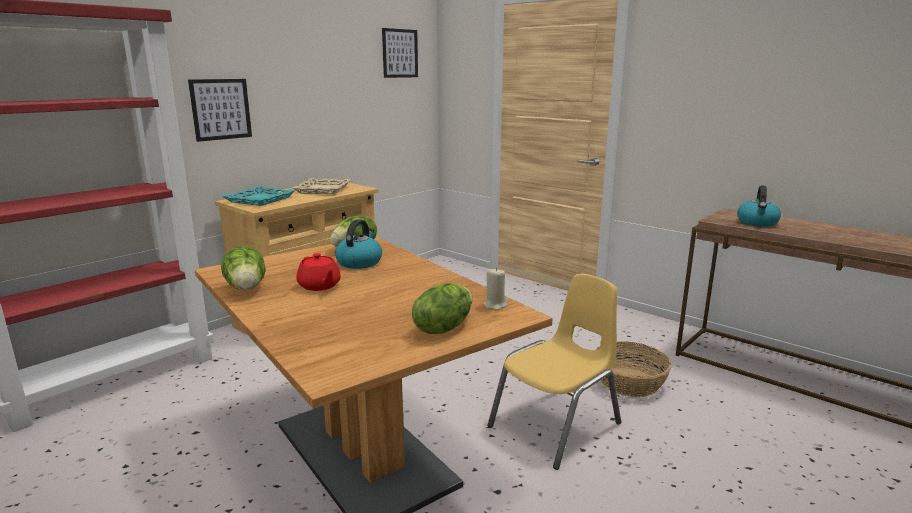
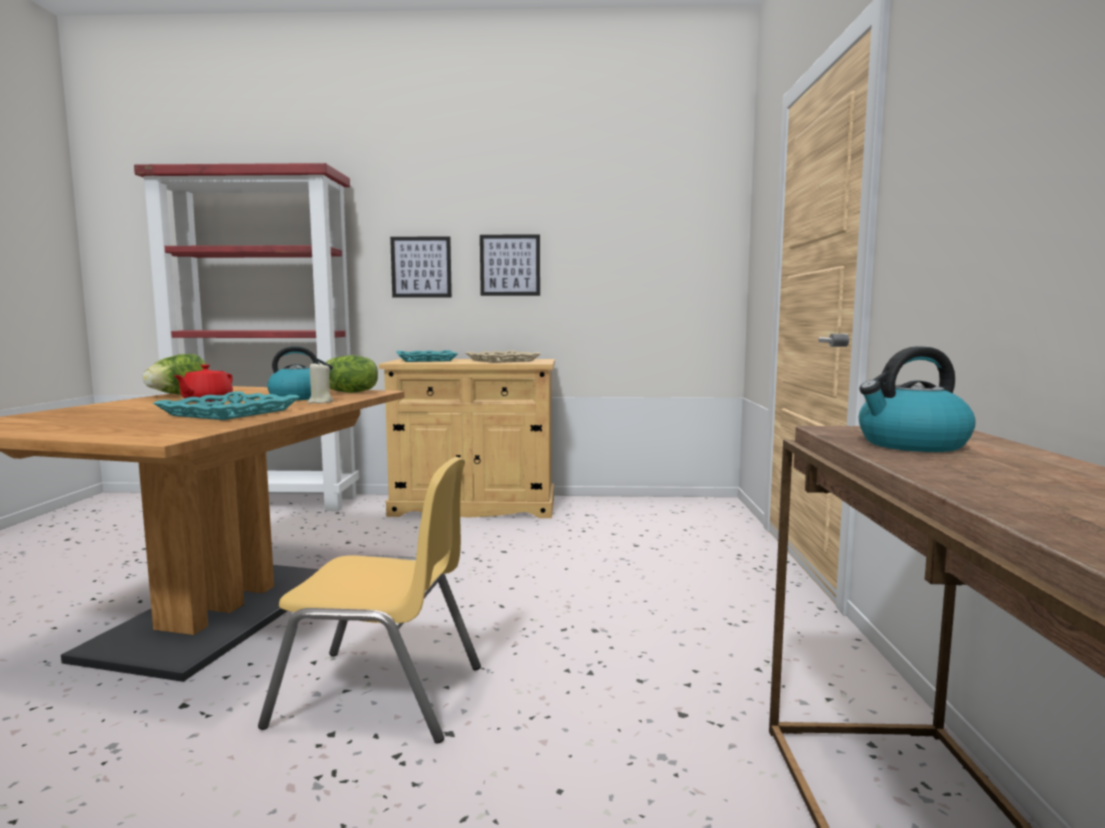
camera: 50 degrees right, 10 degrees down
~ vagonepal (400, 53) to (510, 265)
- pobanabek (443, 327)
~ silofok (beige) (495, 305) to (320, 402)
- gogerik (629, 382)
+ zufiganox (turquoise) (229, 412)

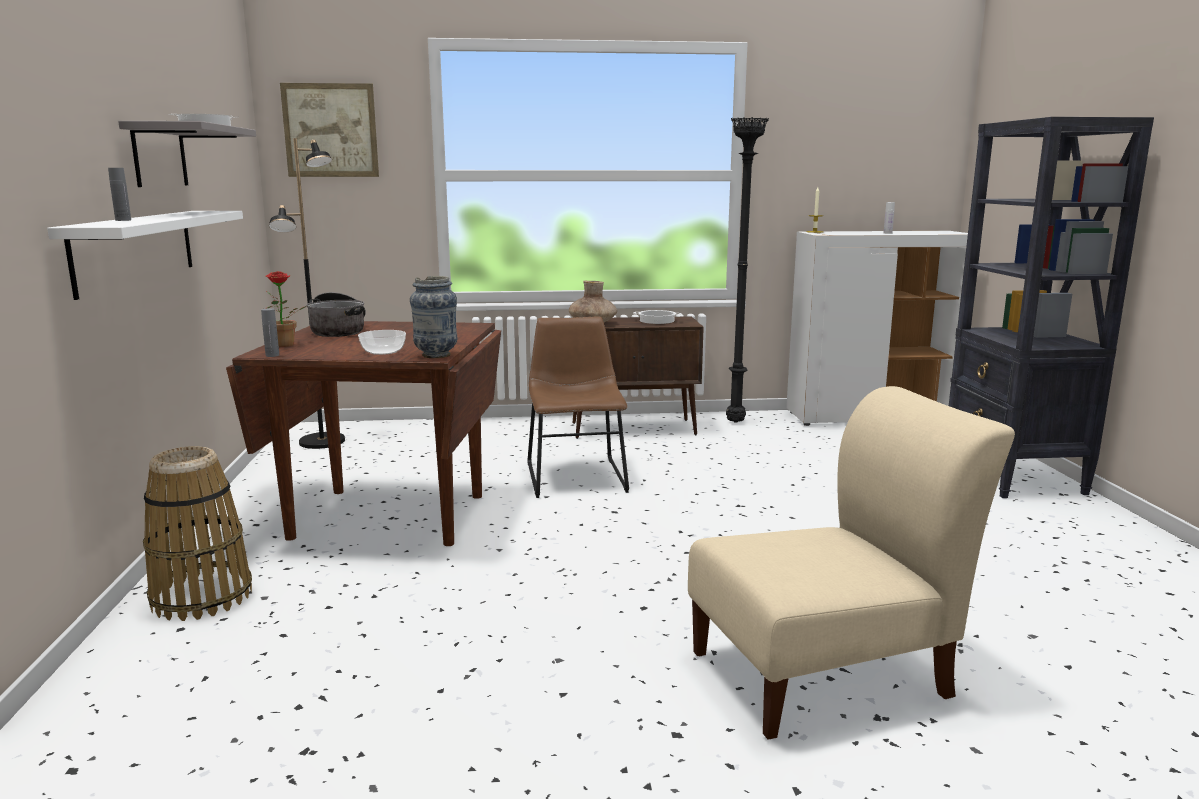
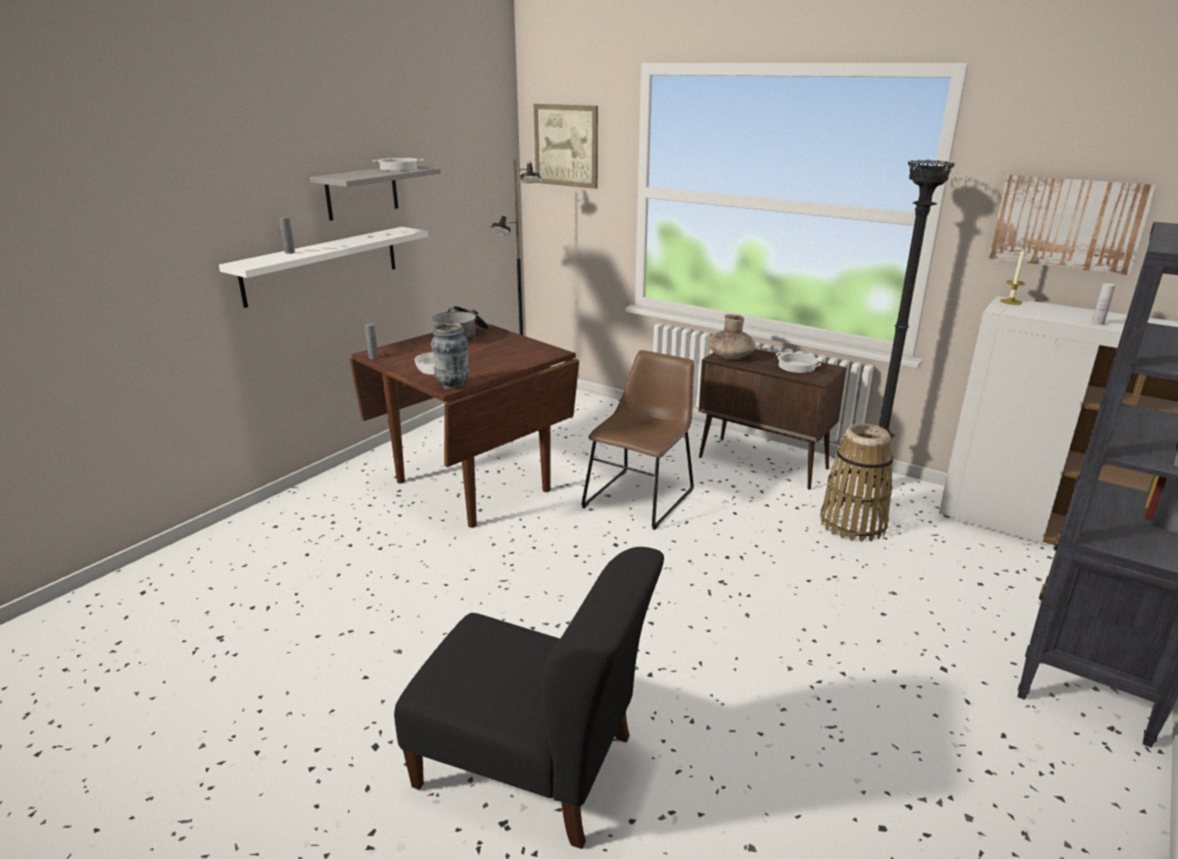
camera: 40 degrees right, 10 degrees up
~ gogerik (202, 597) to (853, 524)
- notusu (285, 345)
~ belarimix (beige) (828, 672) to belarimix (black) (533, 766)
+ vagonepal (1068, 223)

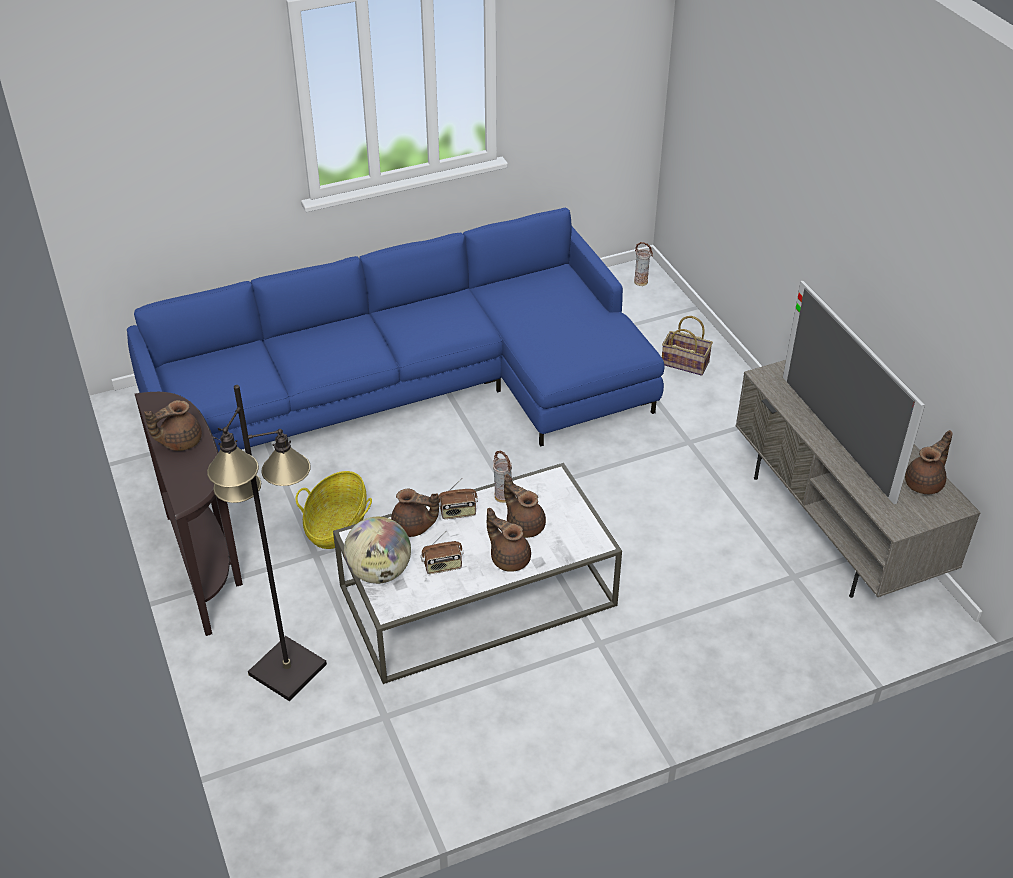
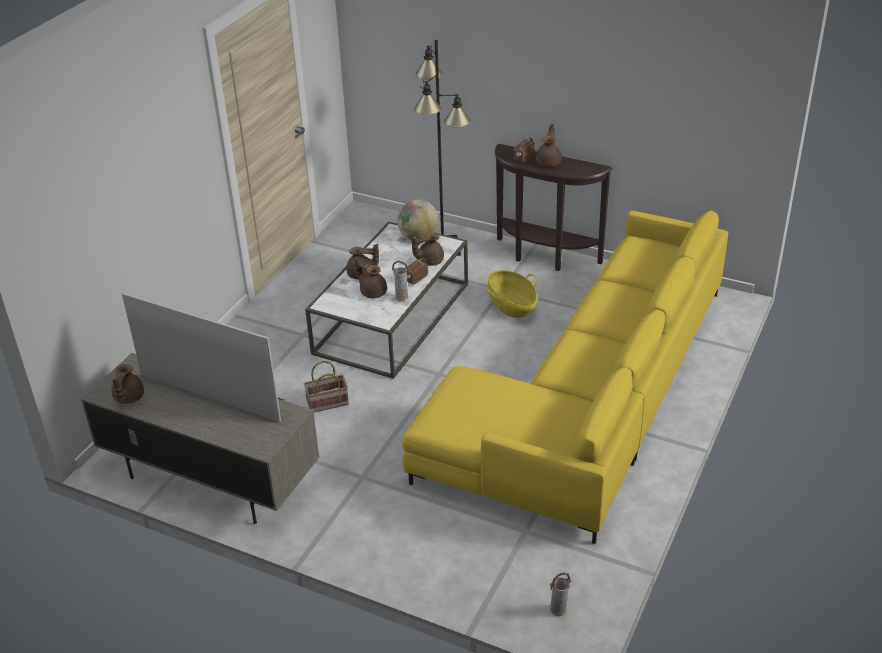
camera: 140 degrees right, 5 degrees down
~ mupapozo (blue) (417, 389) to mupapozo (yellow) (589, 400)
~ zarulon (442, 566) to (523, 157)
~ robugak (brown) (524, 525) = (372, 292) 150 degrees counterclockwise
~ gogerik (686, 363) to (326, 403)

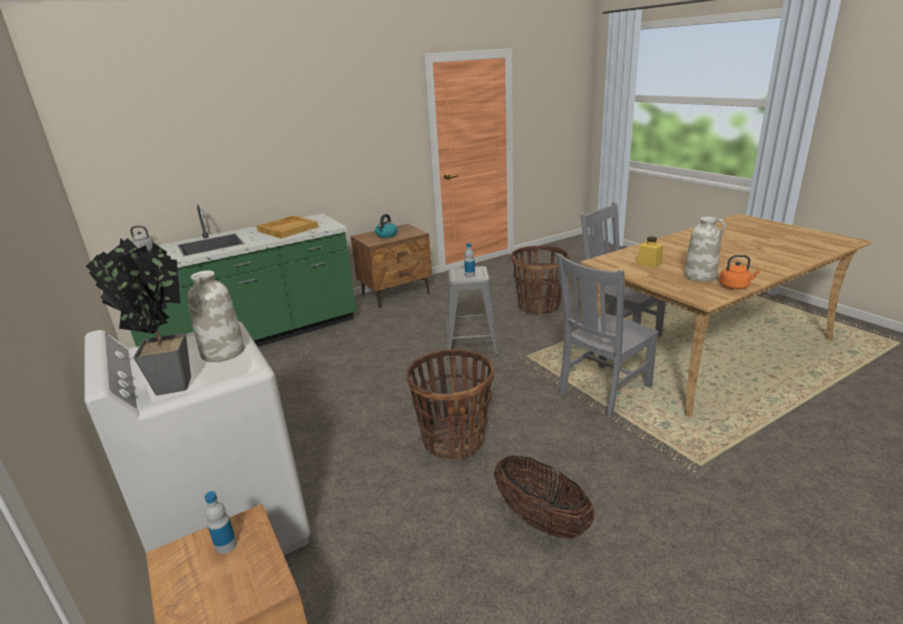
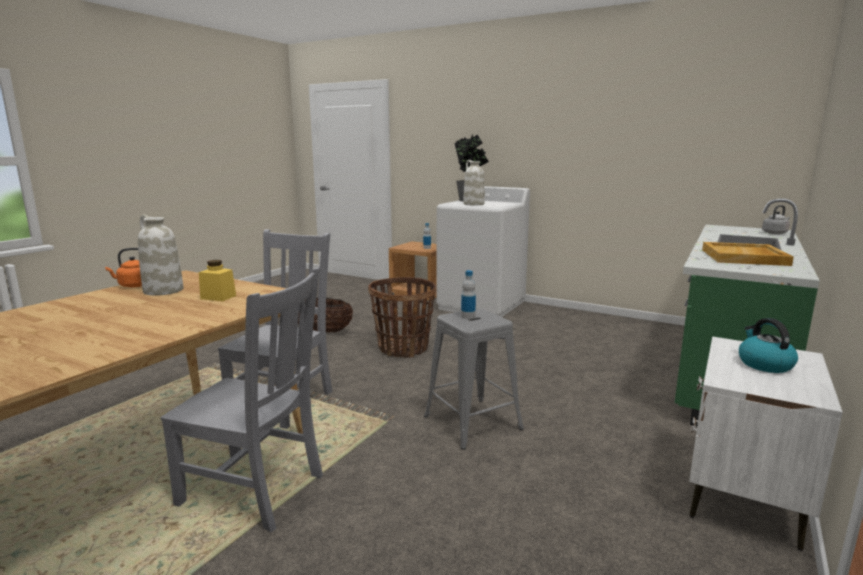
camera: 150 degrees right, 10 degrees down
~ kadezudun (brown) (396, 294) to kadezudun (white) (743, 496)
- gogerik (539, 306)

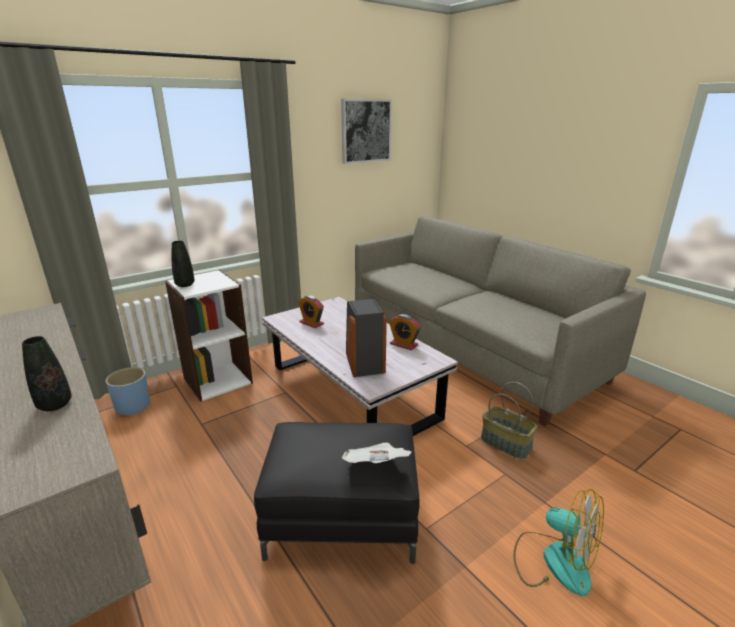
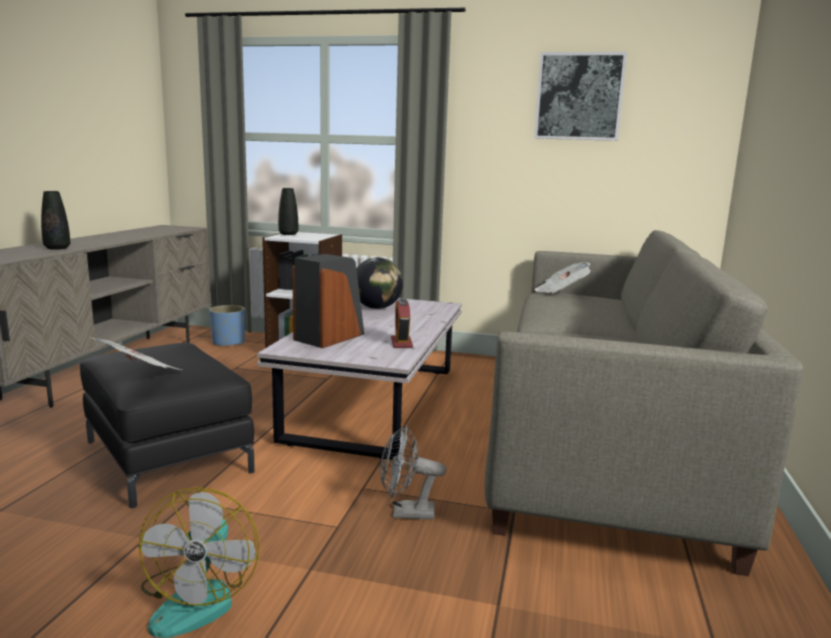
camera: 50 degrees right, 10 degrees down
~ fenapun (311, 323) to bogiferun (377, 308)
~ gogerik (506, 443) to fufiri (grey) (406, 513)
+ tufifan (561, 292)

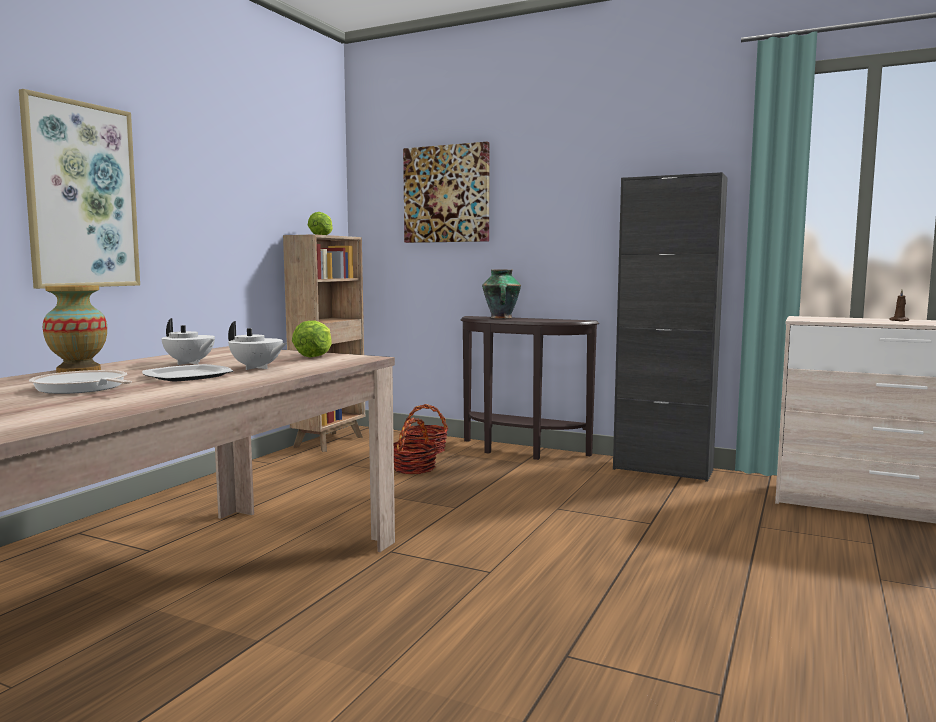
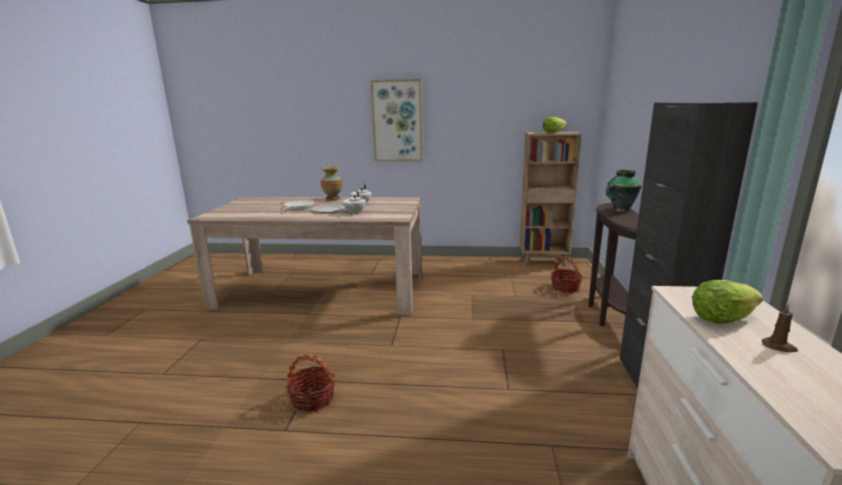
camera: 70 degrees right, 10 degrees up
~ pobanabek (314, 356) to (721, 319)
~ gogerik (414, 468) to (313, 399)
- vagonepal (447, 194)

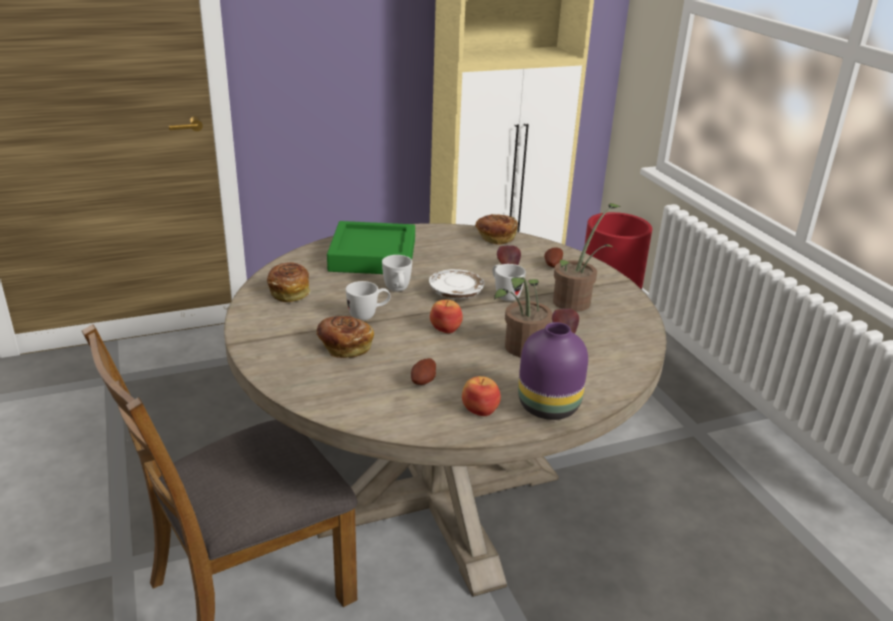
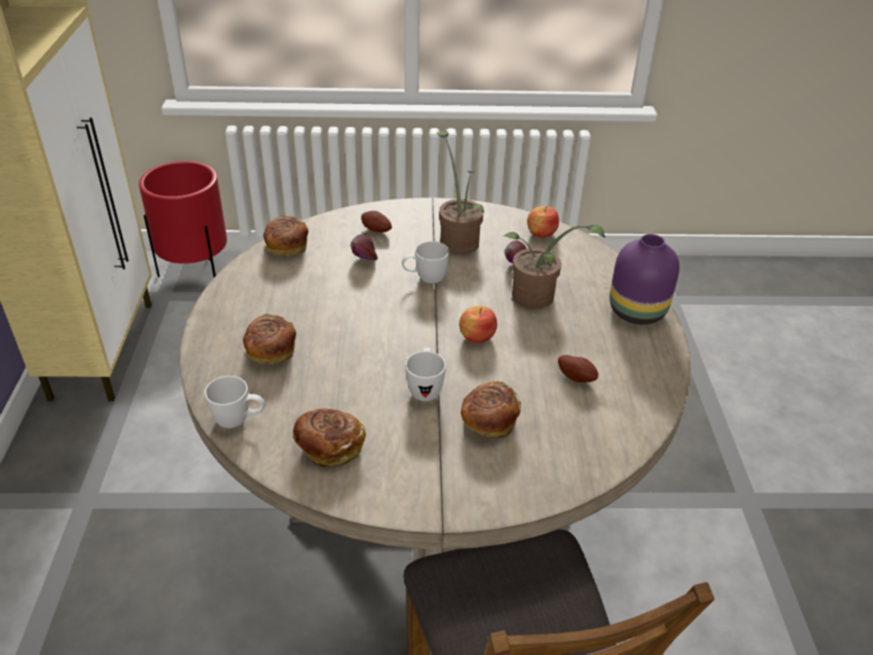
camera: 70 degrees left, 10 degrees up
~ zufiganox (green) (373, 256) to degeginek (270, 352)
~ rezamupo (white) (398, 291) to (239, 421)
- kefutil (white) (456, 293)
~ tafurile (480, 409) to (541, 233)

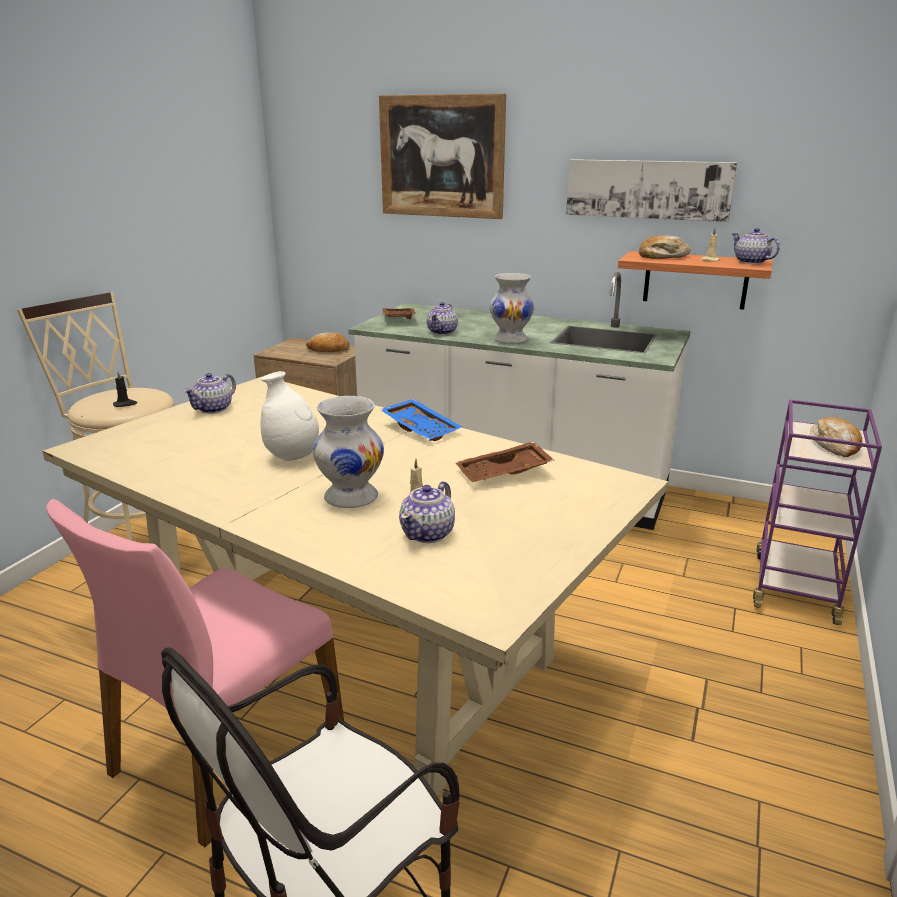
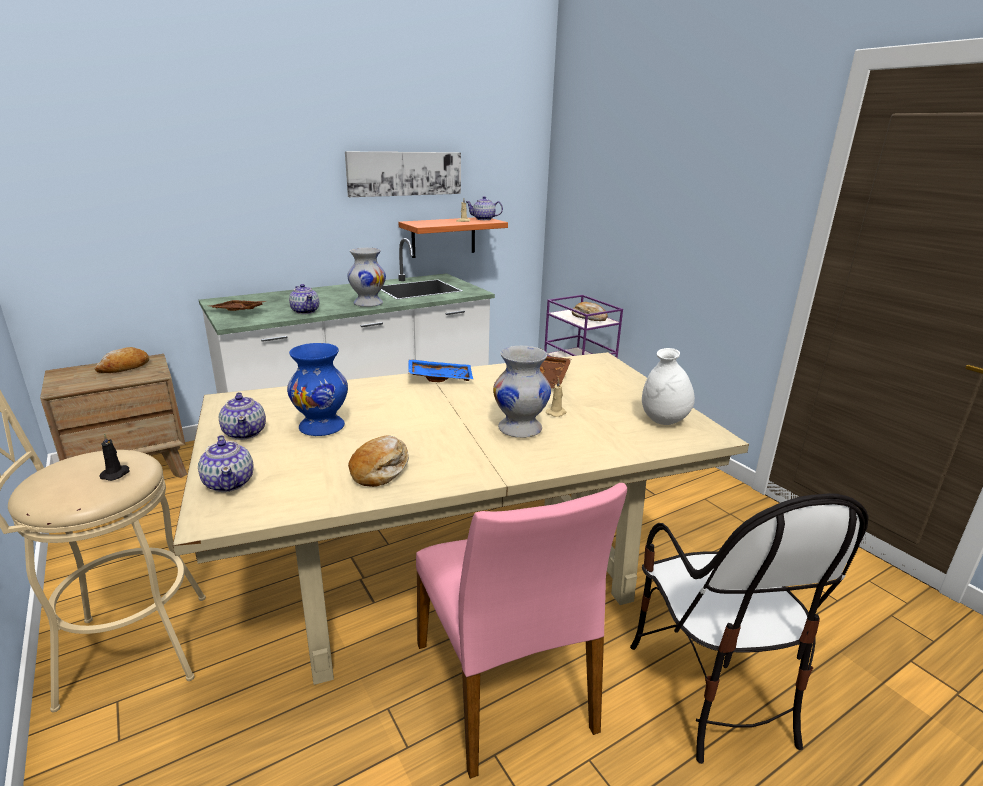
camera: 55 degrees left, 0 degrees up
~ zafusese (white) (292, 457) to (663, 421)
- vagonepal (441, 157)
~ robugak (428, 533) to (229, 482)
~ degeginek (663, 257) to (380, 469)
+ zafusese (blue) (321, 427)

